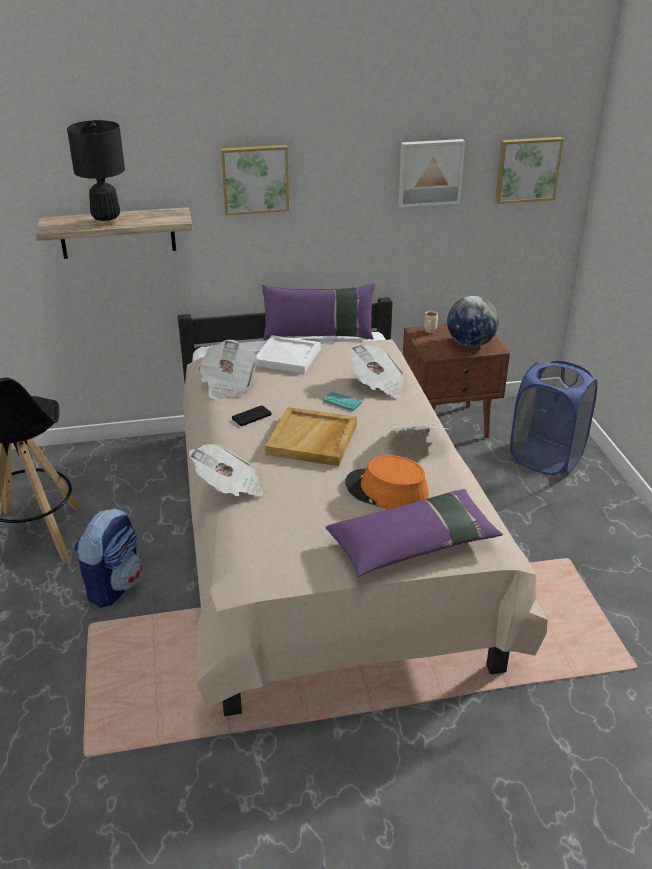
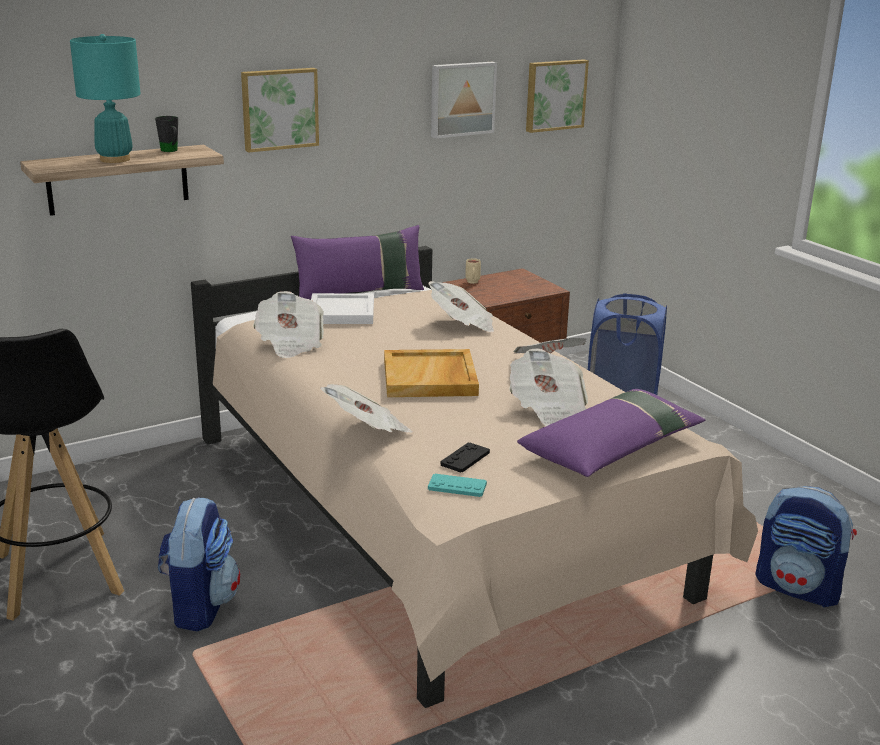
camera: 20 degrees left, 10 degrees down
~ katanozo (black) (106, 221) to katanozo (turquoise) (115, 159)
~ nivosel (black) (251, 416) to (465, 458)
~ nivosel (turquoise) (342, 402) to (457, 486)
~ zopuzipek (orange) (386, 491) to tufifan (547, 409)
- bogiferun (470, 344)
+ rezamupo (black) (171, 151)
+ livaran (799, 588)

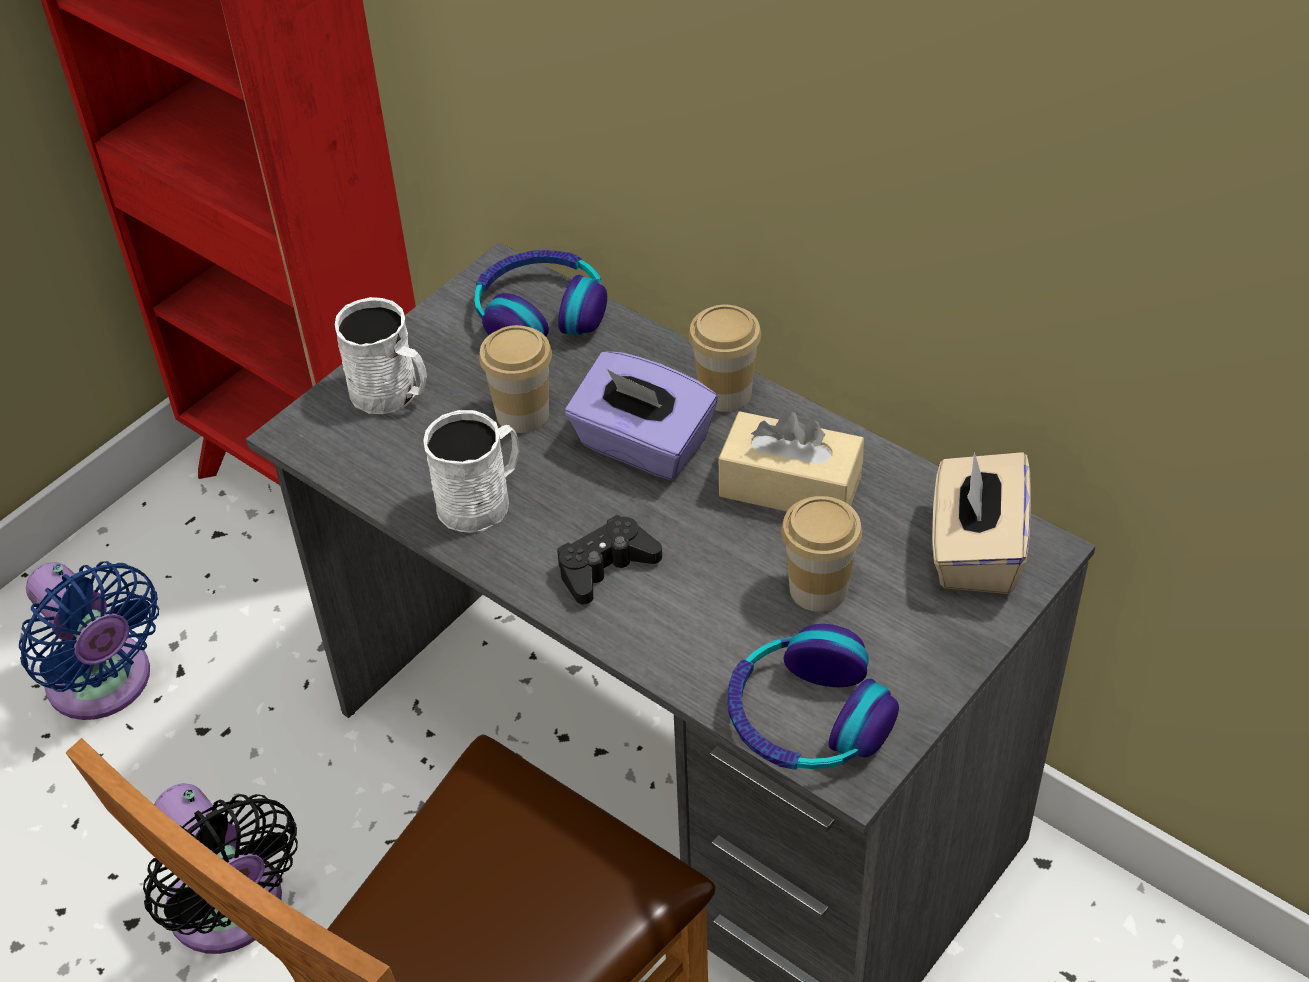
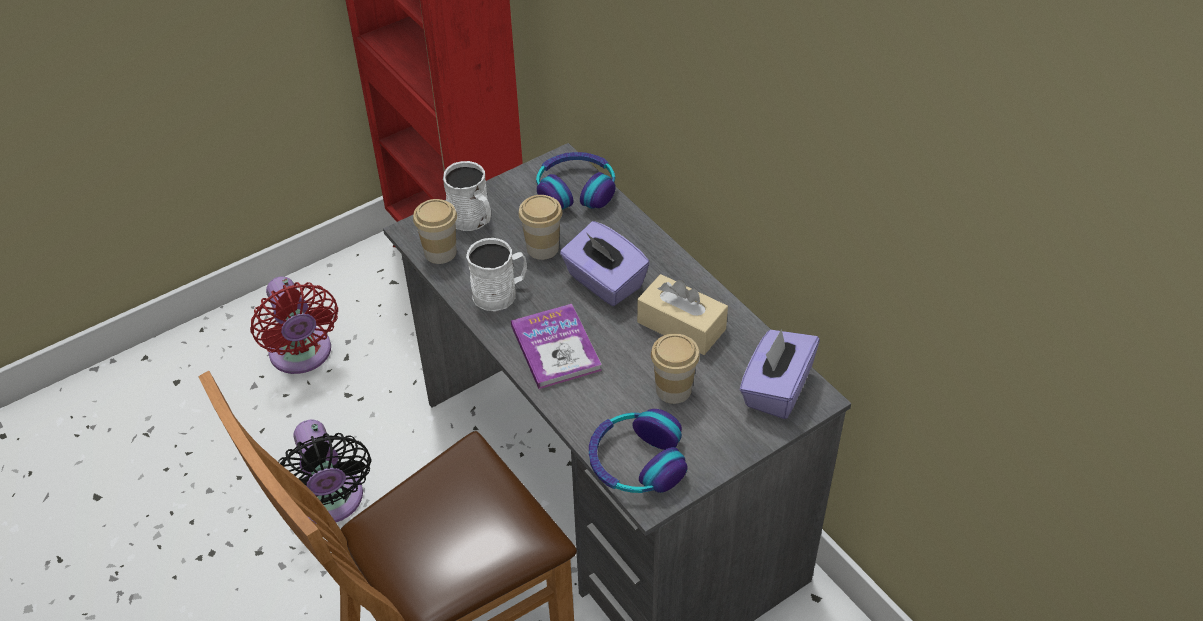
camera: 15 degrees right, 0 degrees up
~ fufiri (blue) (104, 685) to fufiri (red) (302, 355)
~ nivosel (black) (605, 567) to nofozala (555, 348)
~ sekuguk (725, 393) to (440, 252)
~ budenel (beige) (975, 550) to budenel (purple) (776, 389)

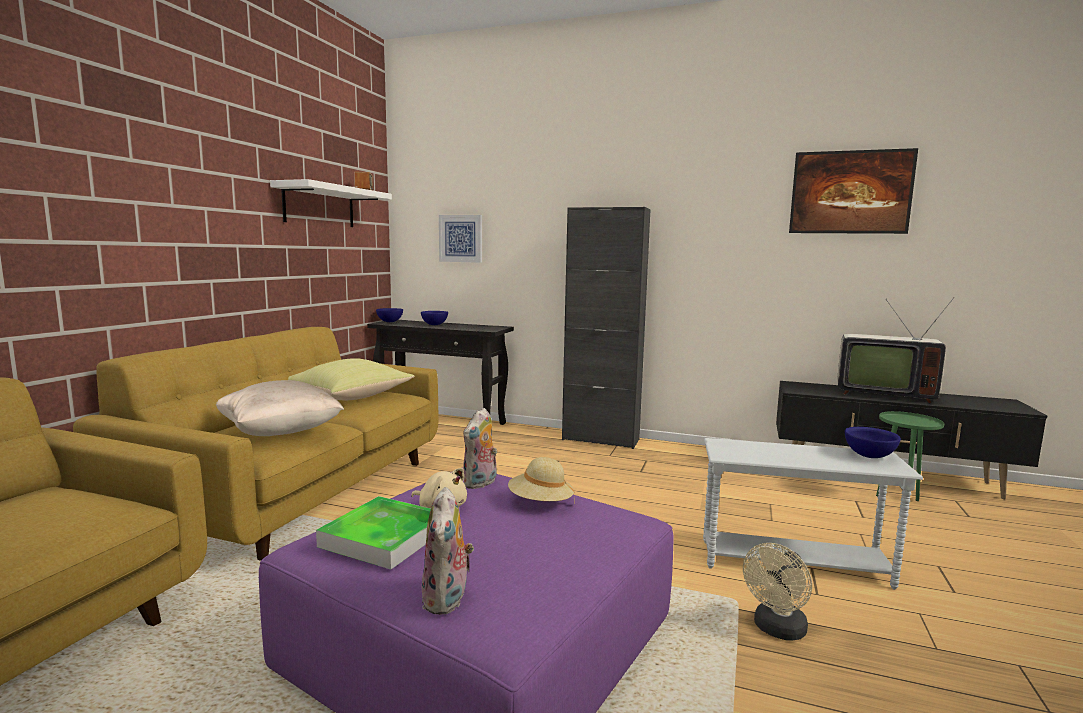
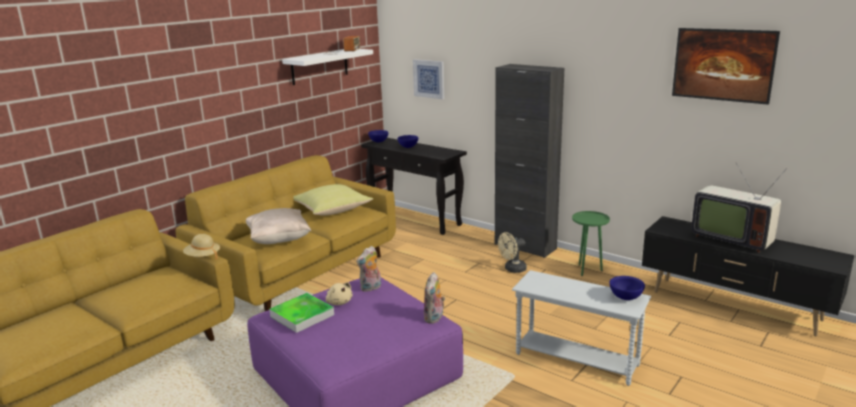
camera: 20 degrees right, 10 degrees up
~ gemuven (448, 600) to (434, 318)
~ zopuzipek (beige) (540, 503) to (202, 257)
~ fufiri (beige) (777, 630) to (512, 269)
~ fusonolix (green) (900, 502) to (587, 270)

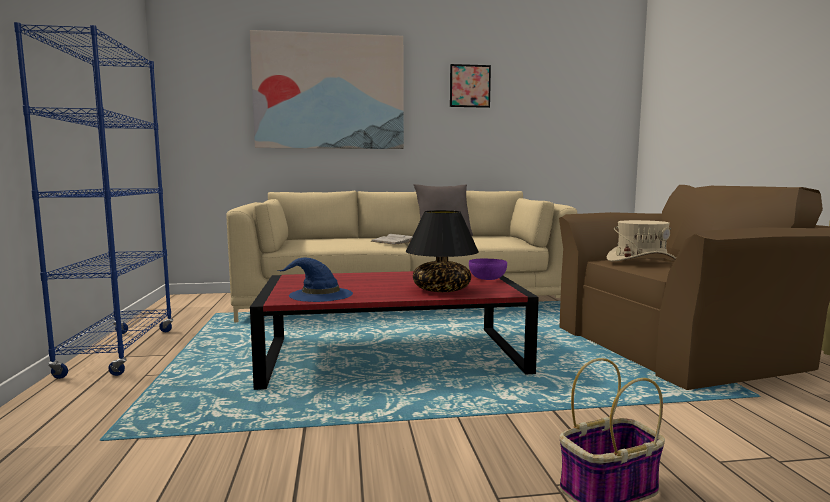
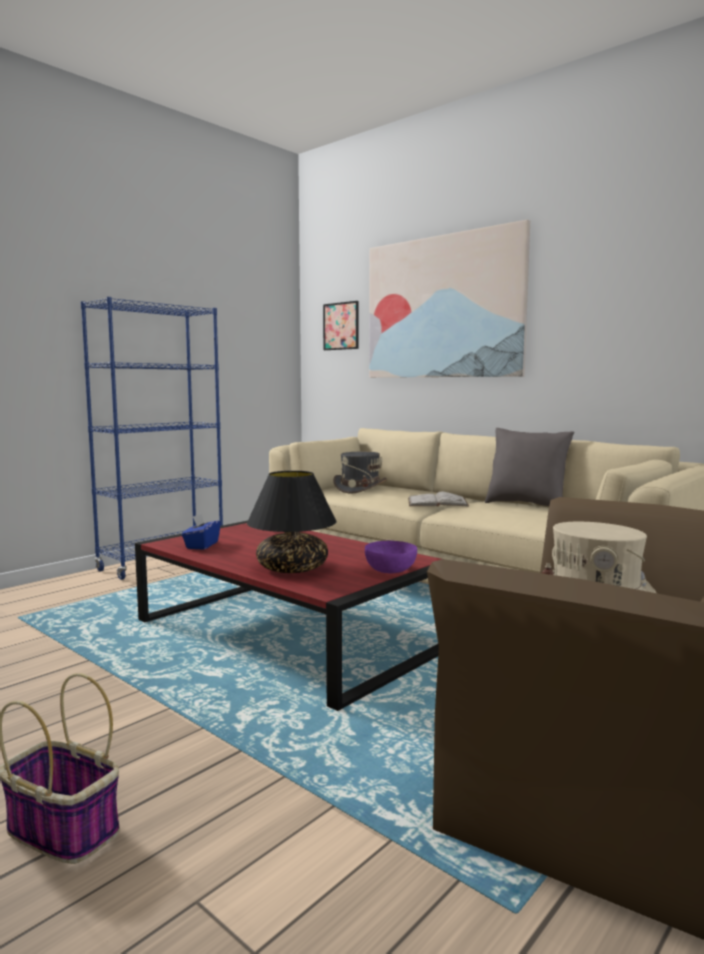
camera: 50 degrees right, 0 degrees up
~ zopuzipek (blue) (320, 294) to budenel (blue) (201, 545)
~ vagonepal (470, 86) to (341, 326)
+ zopuzipek (grey) (360, 488)

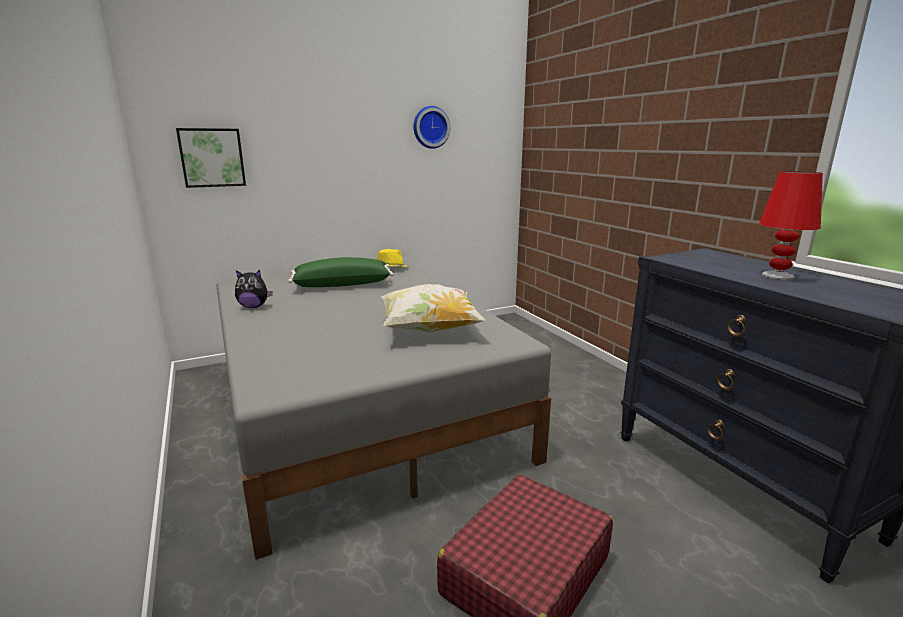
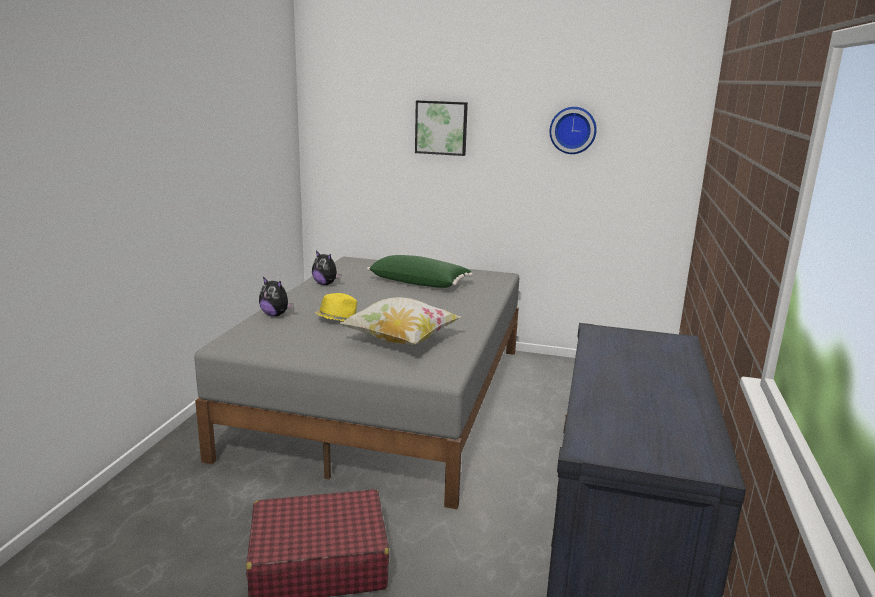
camera: 40 degrees right, 0 degrees up
~ vagonepal (212, 157) to (441, 127)
~ zopuzipek (yellow) (390, 269) to (338, 320)
- katanozo (red) (777, 276)
+ gemuven (275, 315)

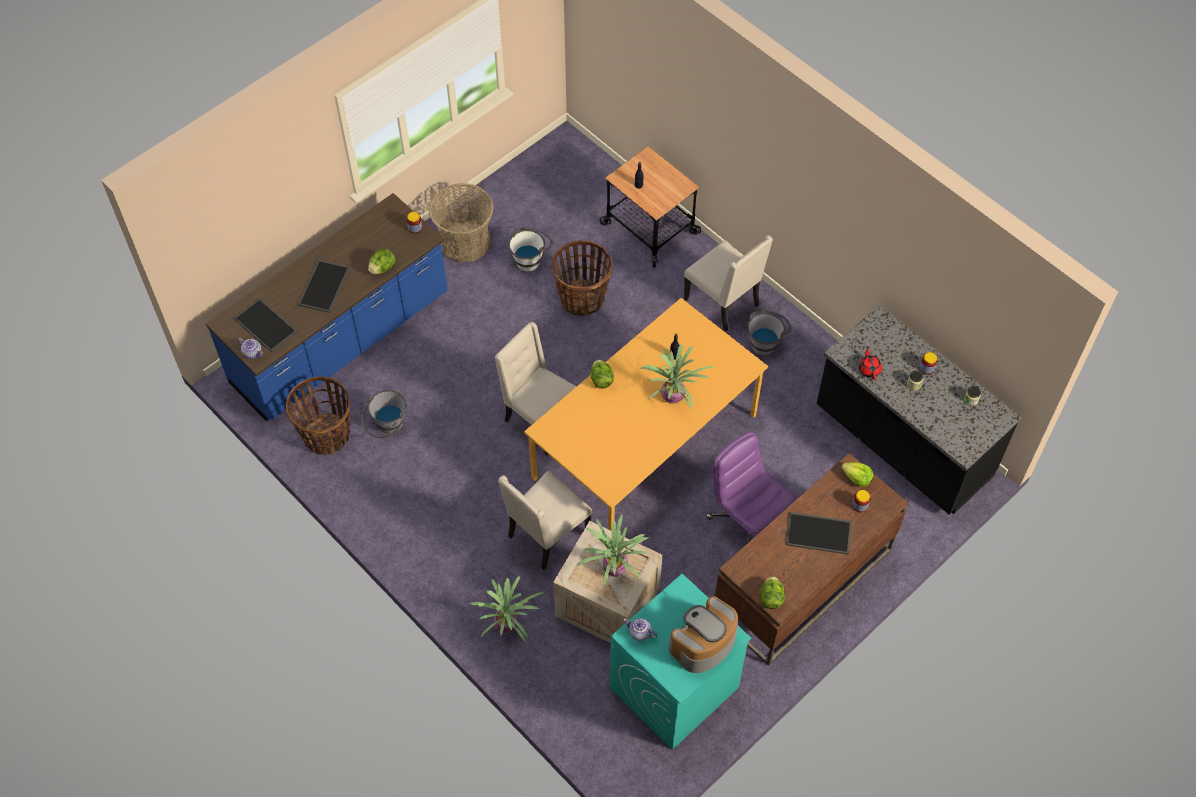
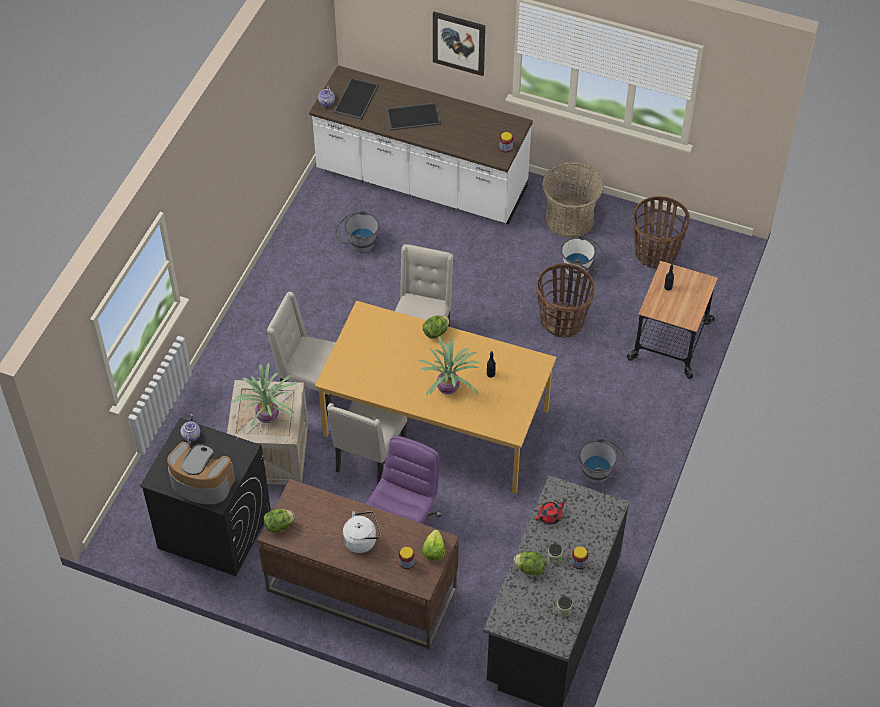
camera: 65 degrees right, 5 degrees down
~ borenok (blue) (341, 341) to borenok (white) (421, 182)
~ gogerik (327, 435) to (655, 253)
~ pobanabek (382, 268) to (530, 568)
- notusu (508, 625)
~ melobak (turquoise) (673, 688) to melobak (black) (213, 529)
~ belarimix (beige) (723, 302) to (369, 458)
~ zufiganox (819, 532) to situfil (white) (362, 540)
+ vagonepal (459, 43)

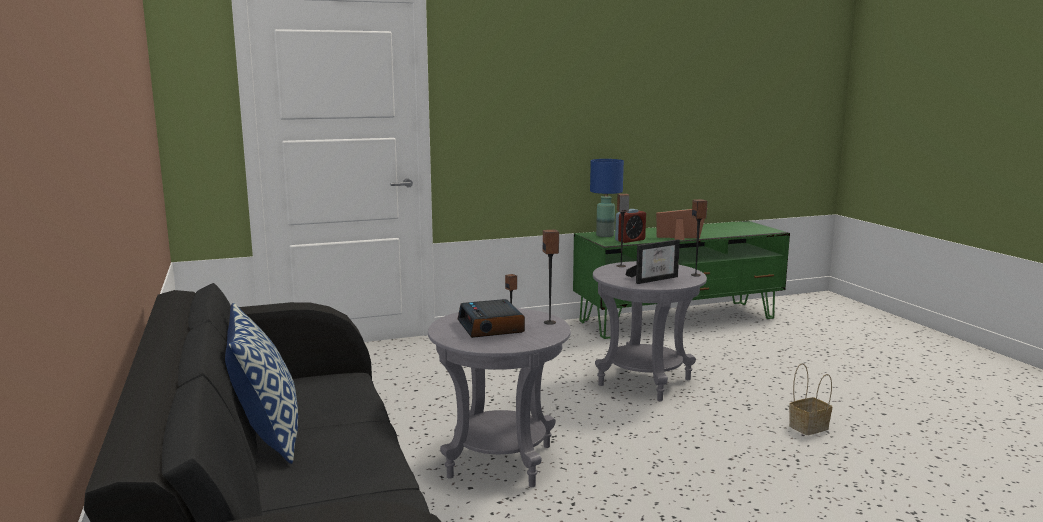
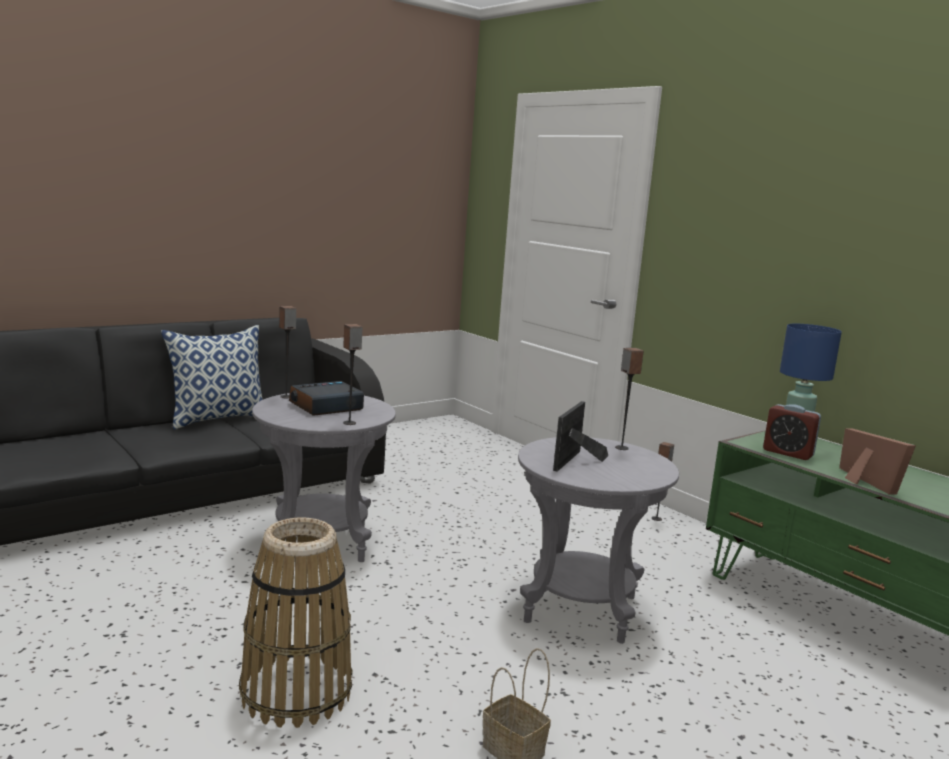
camera: 70 degrees right, 0 degrees up
~ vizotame (654, 279) = (573, 463) 75 degrees clockwise
~ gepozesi (696, 275) to (286, 397)
+ gogerik (296, 692)

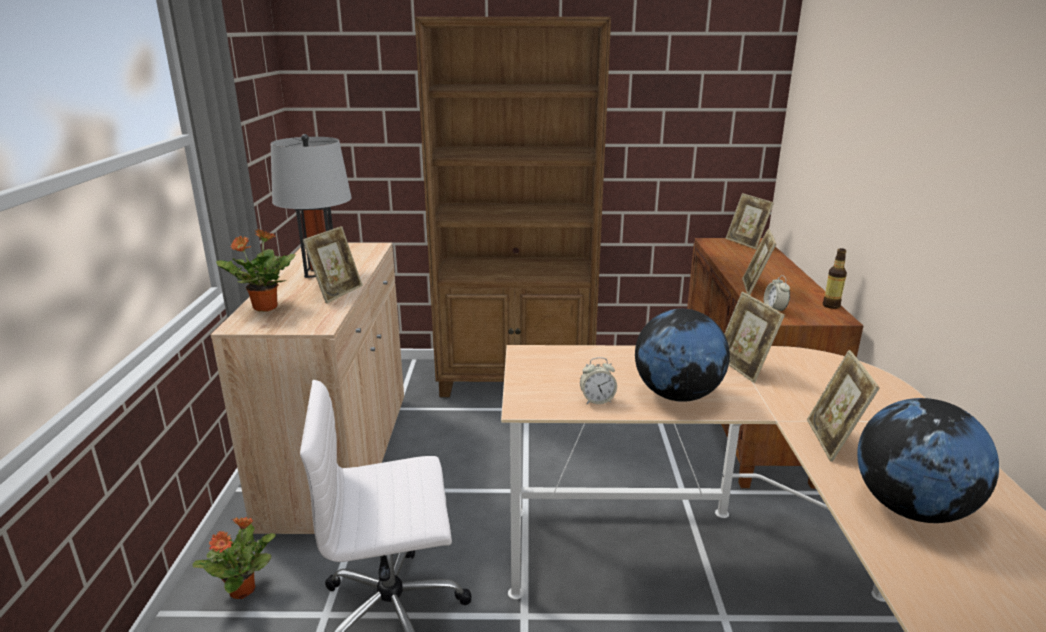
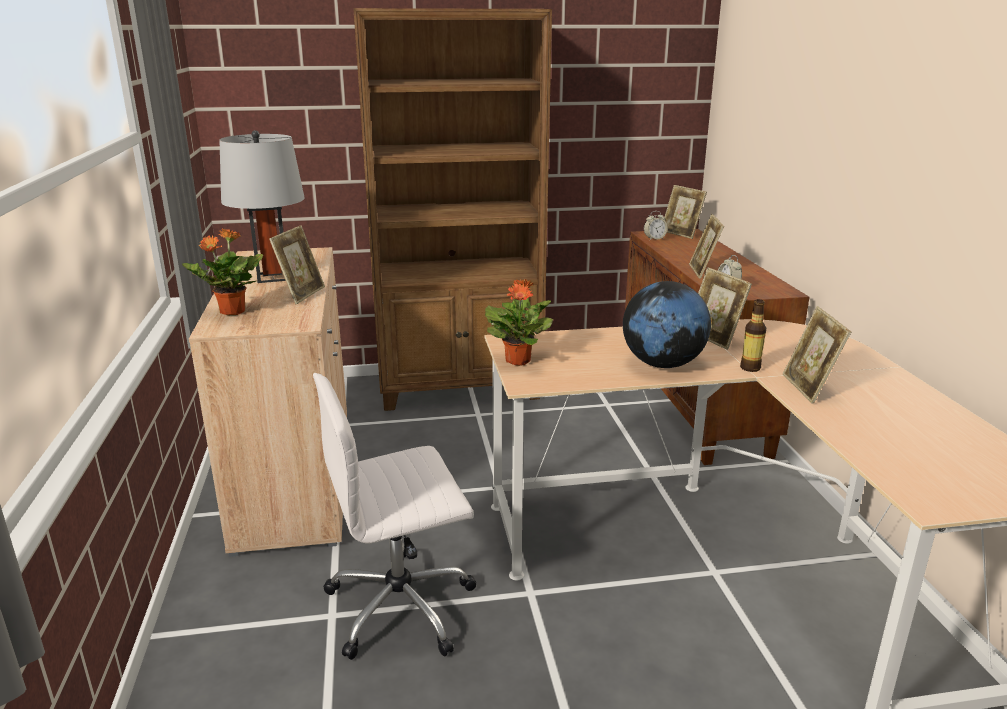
camera: 10 degrees left, 0 degrees up
~ notusu (243, 589) to (518, 360)
~ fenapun (597, 400) to (654, 239)
~ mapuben (831, 306) to (750, 368)
- bogiferun (911, 508)

